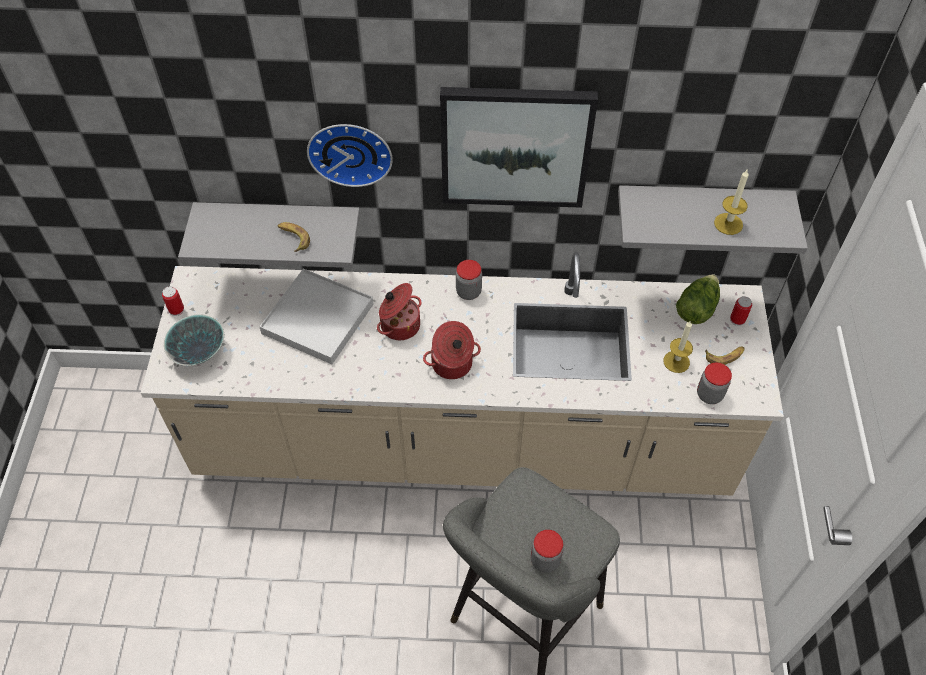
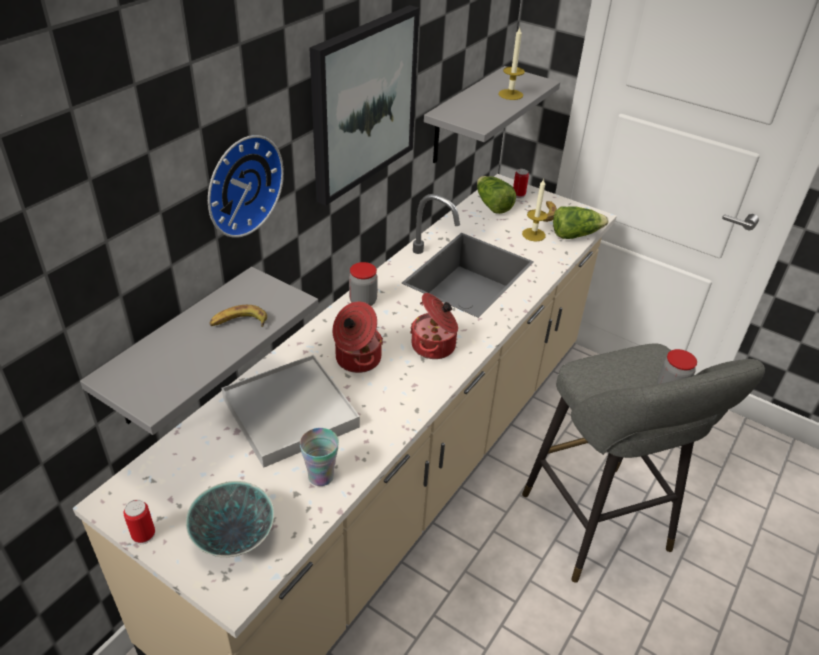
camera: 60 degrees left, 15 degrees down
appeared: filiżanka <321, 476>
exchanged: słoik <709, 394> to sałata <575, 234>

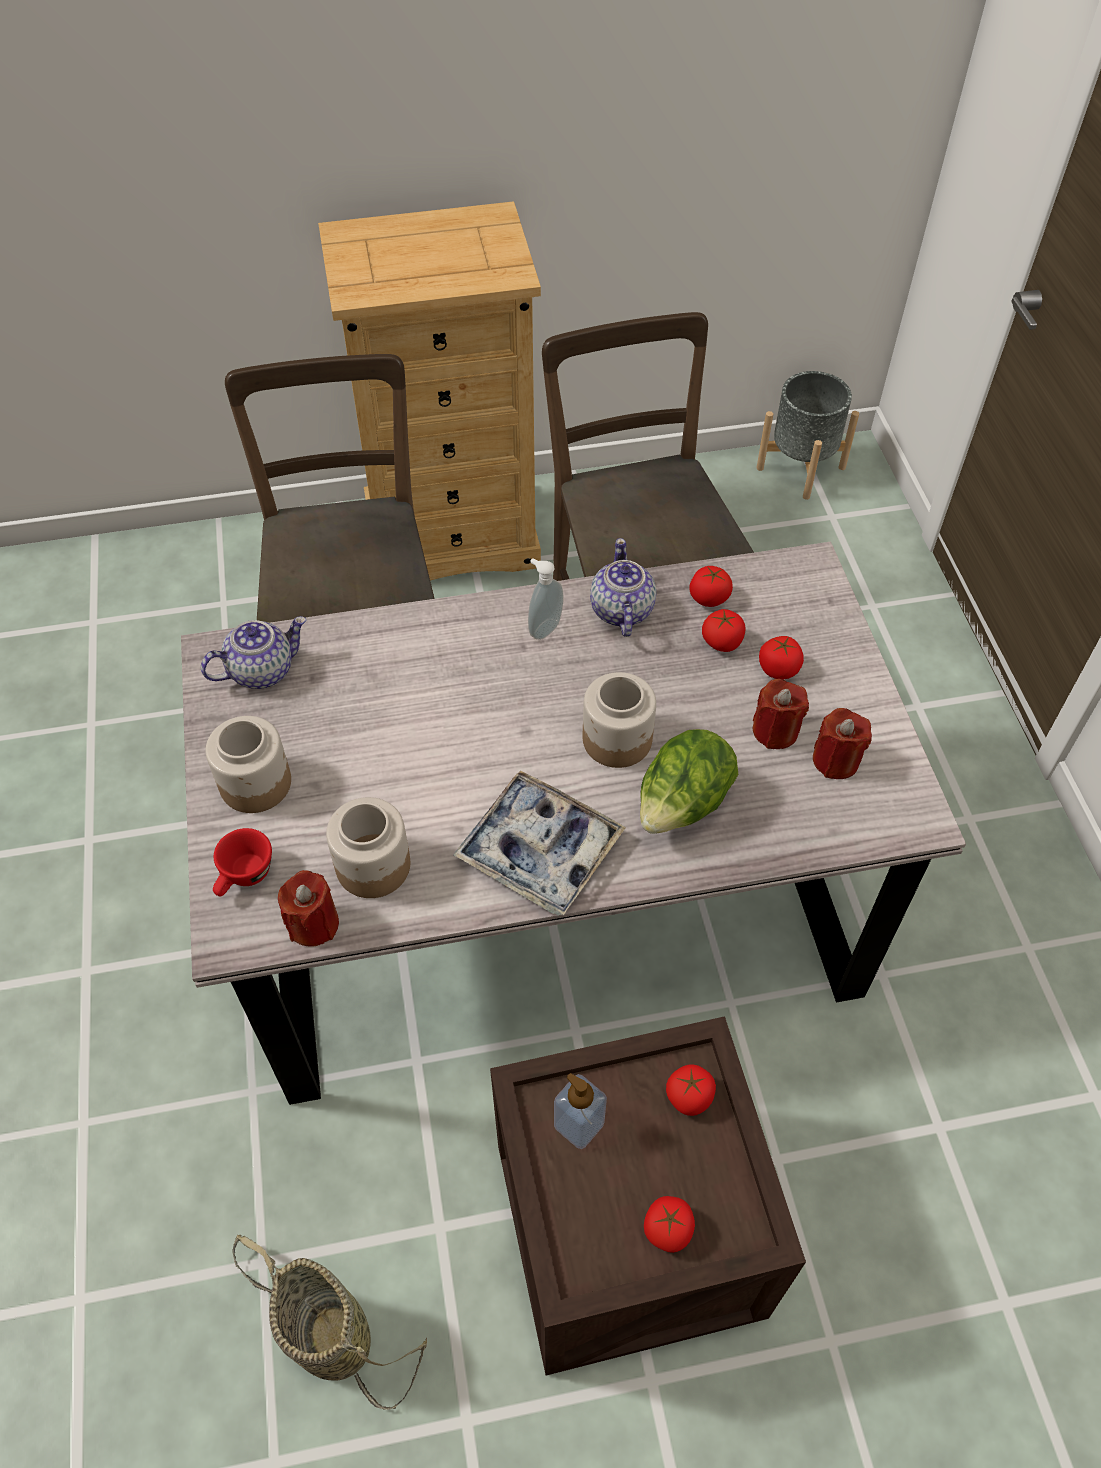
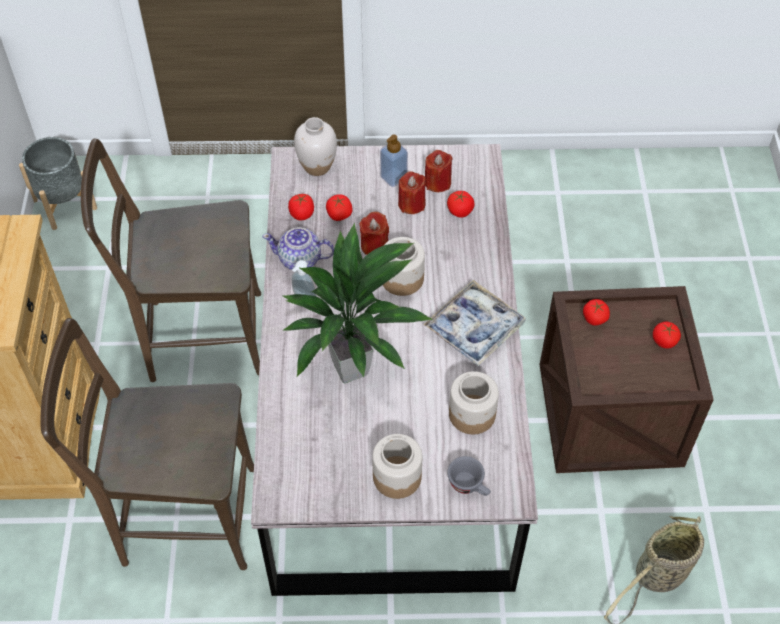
camera: 80 degrees left, 0 degrees up
missing: imbryk <262, 670>; sałata <682, 805>
appeared: roślina doniczkowa <353, 369>; wazon (biały) <317, 166>
relocated: świeca (czerwony) <313, 924> to <374, 246>; dozownik mydła <579, 1124> to <393, 177>; pomidor <778, 669> to <460, 211>
colour: filiżanka (czerwony) <244, 877> to filiżanka (szary) <469, 486>

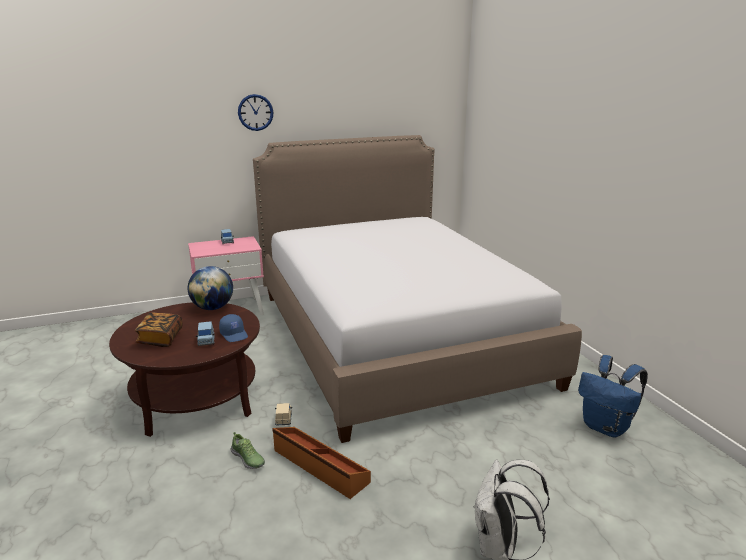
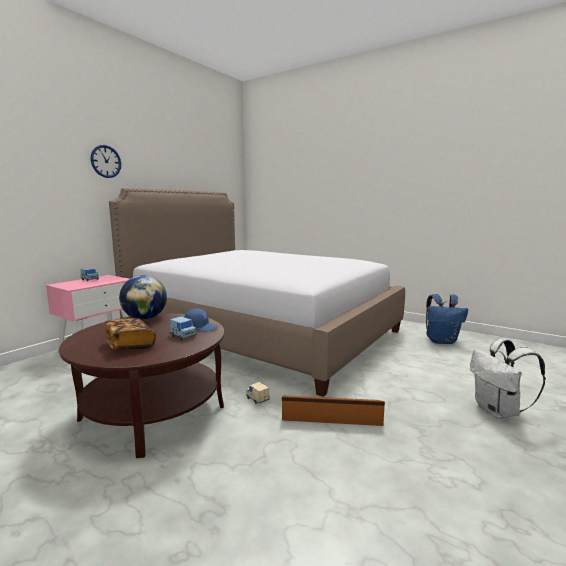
camera: 35 degrees left, 10 degrees down
missing: but <248, 459>

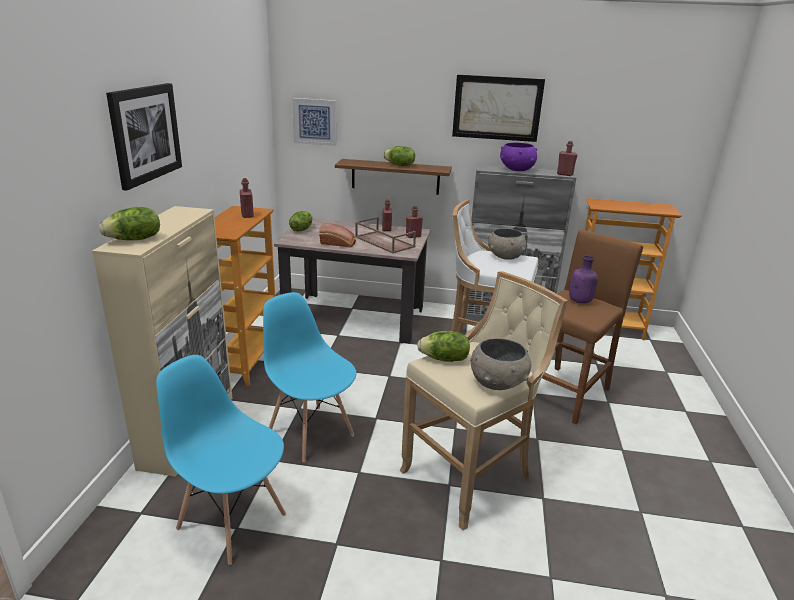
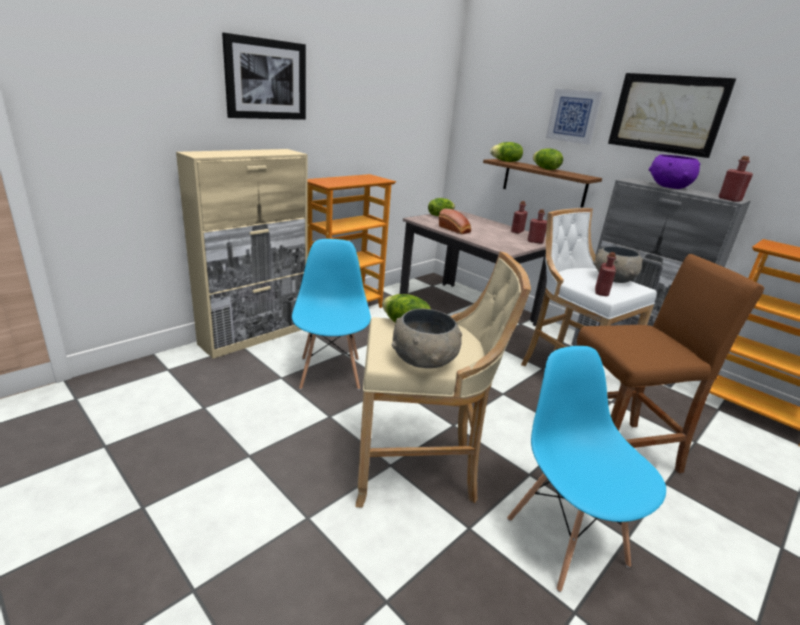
camera: 35 degrees right, 0 degrees up
missing: taca (brązowy) <383, 242>; butelka (fioletowy) <580, 301>
relocated: sałata <135, 239> to <506, 161>; krzesło (niebieski) <232, 520> to <566, 540>; butelka (czerwony) <247, 215> to <601, 292>; obraz <315, 121> to <573, 116>

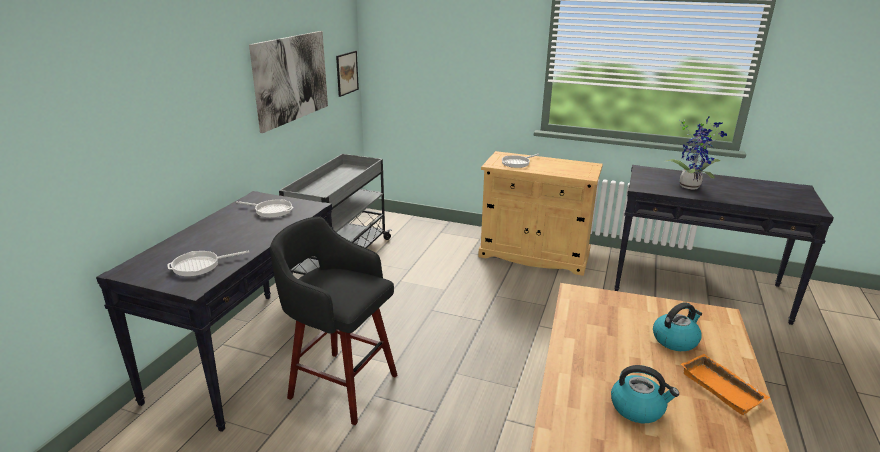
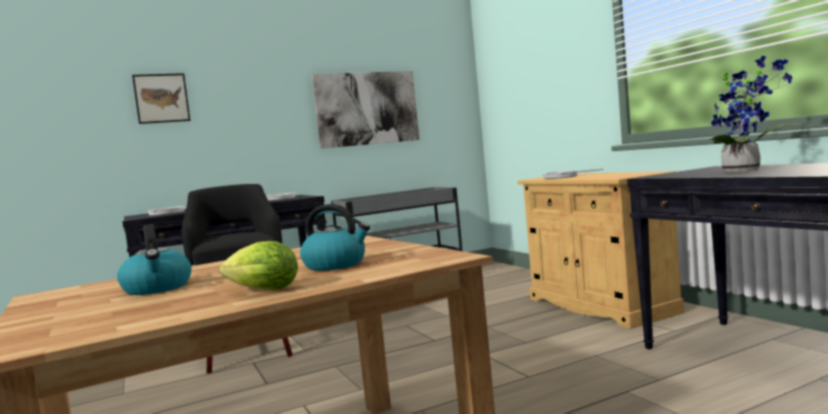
camera: 45 degrees right, 20 degrees down
relocated: obraz <347, 73> to <161, 98>
exchanged: taca (pomarańczowy) <723, 388> to sałata <260, 291>

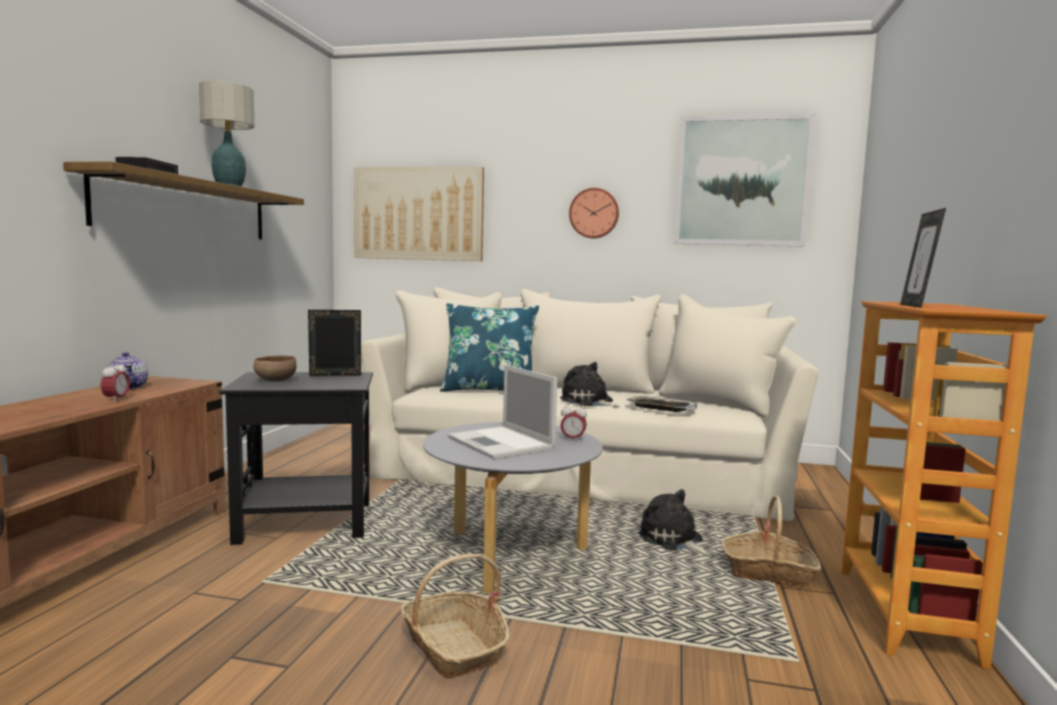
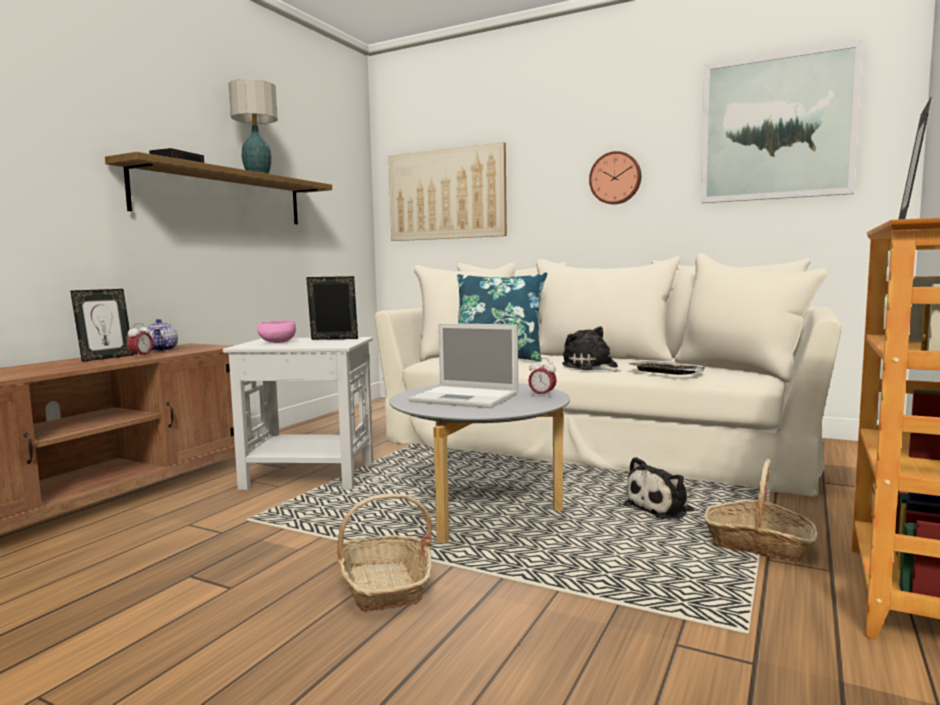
camera: 15 degrees right, 0 degrees up
appeared: ramka na zdjęcie <106, 358>
colour: stolik (czarny) <303, 523> to stolik (biały) <307, 475>; miska (brązowy) <275, 381> to miska (różowy) <277, 342>
spun: laptop <502, 443> = <466, 398> 45 degrees counterclockwise; pluszak <673, 540> = <662, 508> 105 degrees counterclockwise

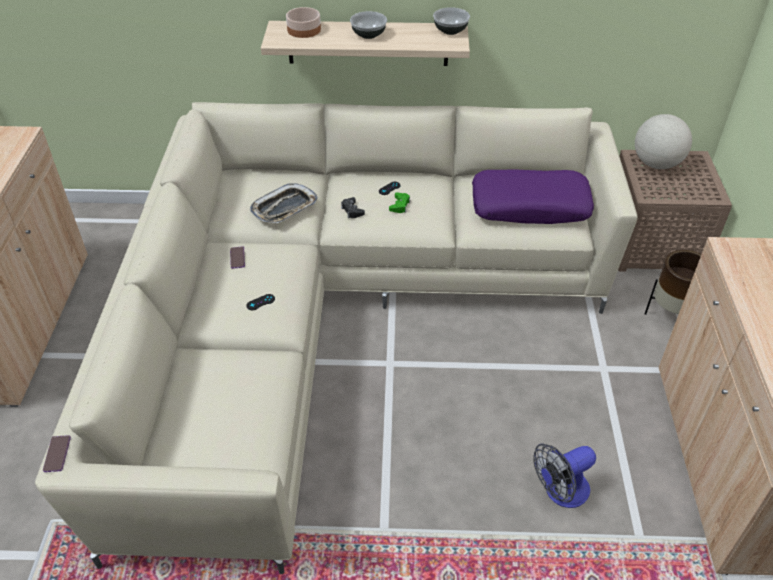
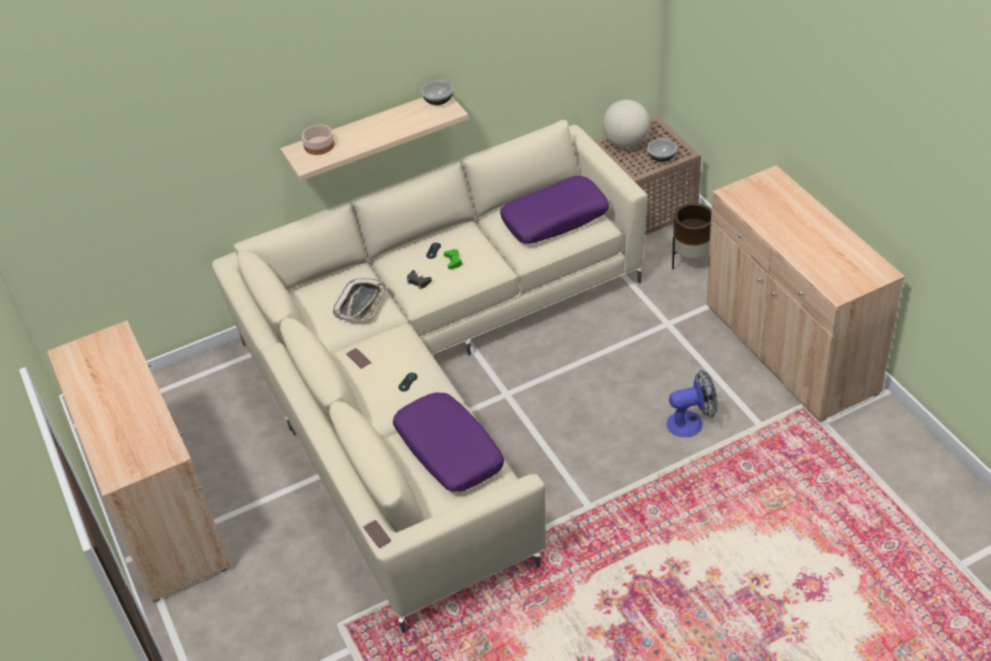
camera: 25 degrees left, 0 degrees up
appeared: poduszka (fioletowy) <448, 450>
relocated: miska <369, 34> to <662, 157>
spun: wentylator <560, 492> = <691, 422> 135 degrees counterclockwise

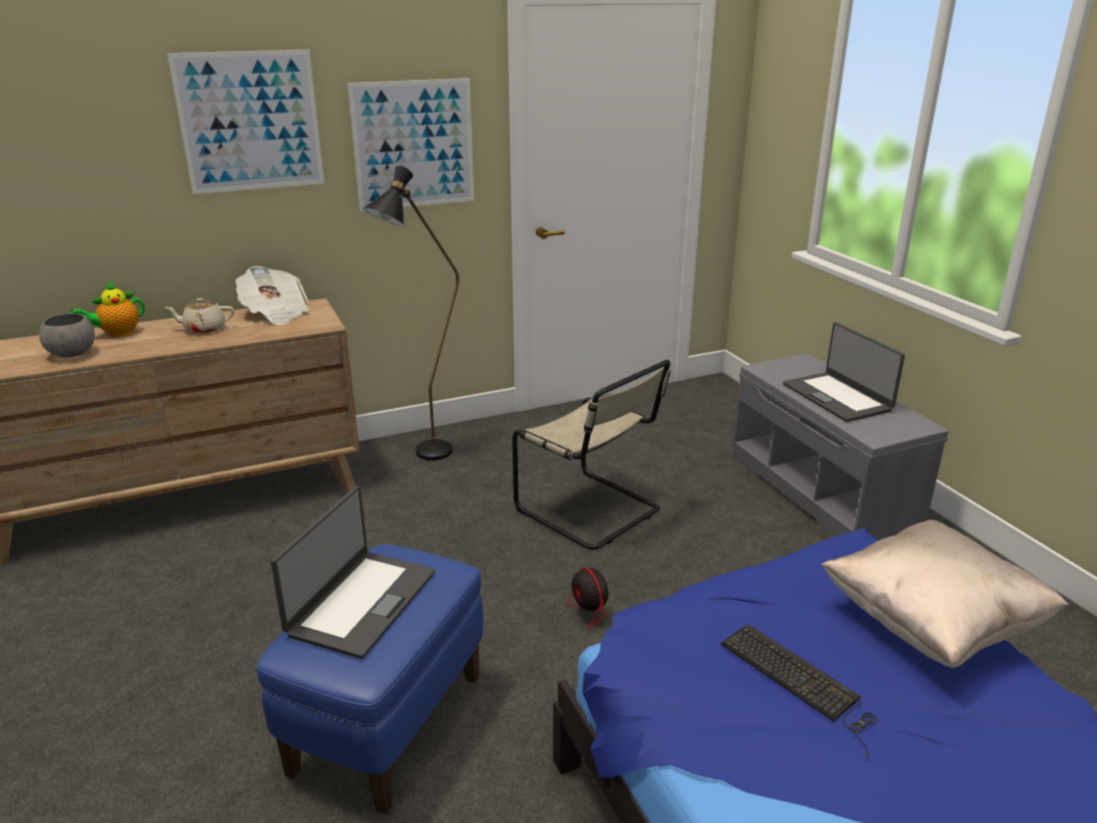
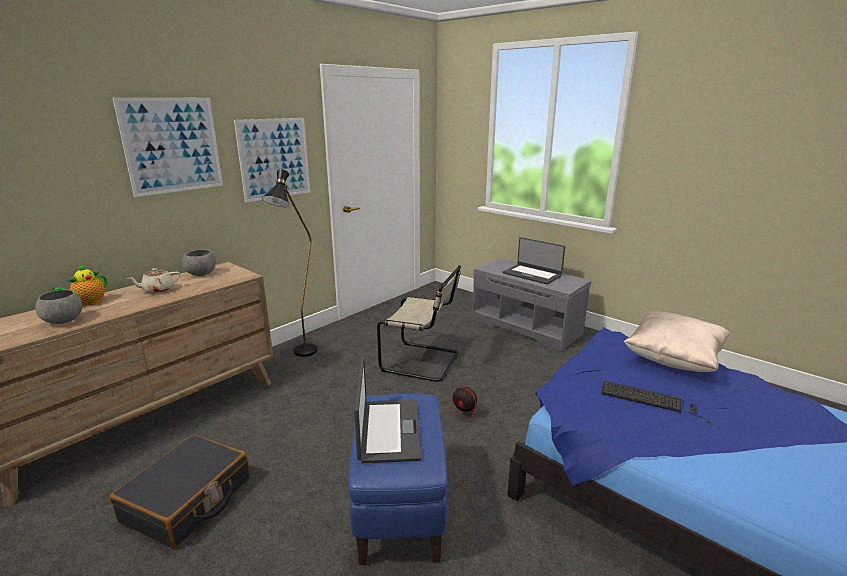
camera: 25 degrees left, 5 degrees down
appeared: walizka (czarny) <188, 500>
exchanged: gazeta <275, 313> to miska (szary) <202, 274>

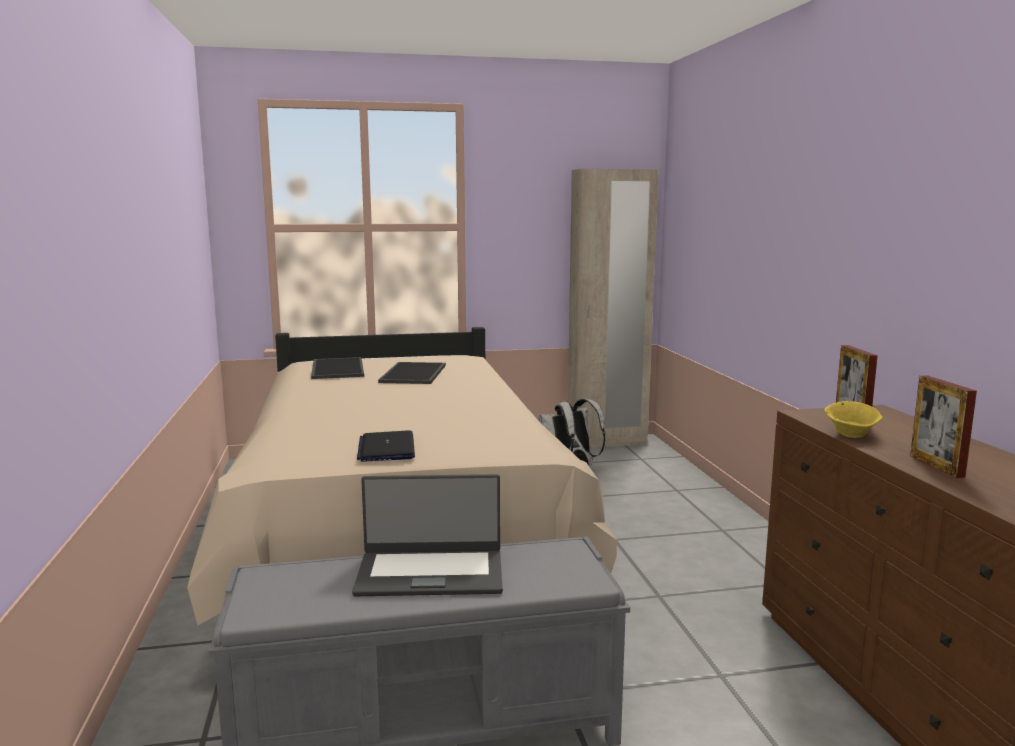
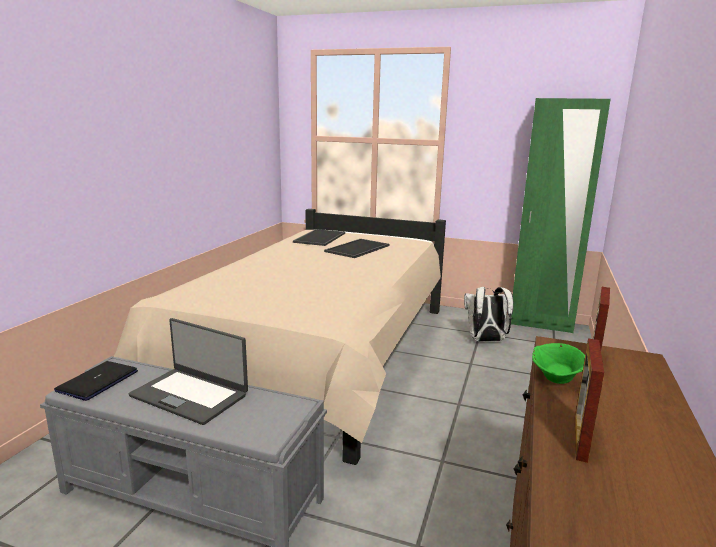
camera: 30 degrees right, 5 degrees up
relocated: laptop <386, 448> to <97, 381>
colour: szafa (beżowy) <607, 442> to szafa (zielony) <540, 324>; miska (żółty) <851, 435> to miska (zielony) <556, 379>

